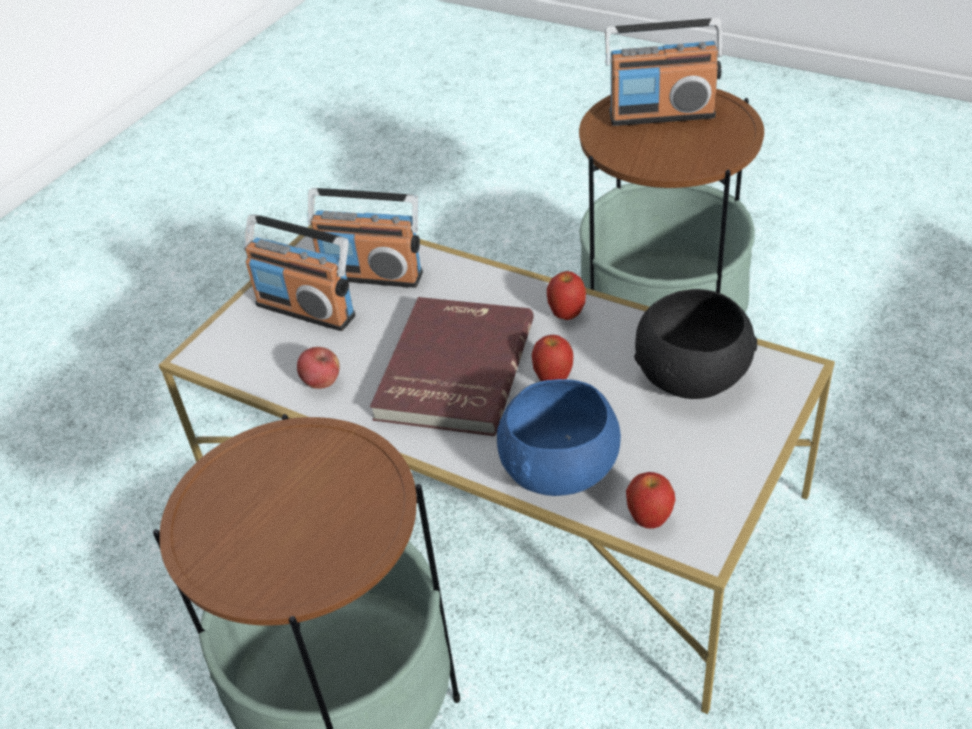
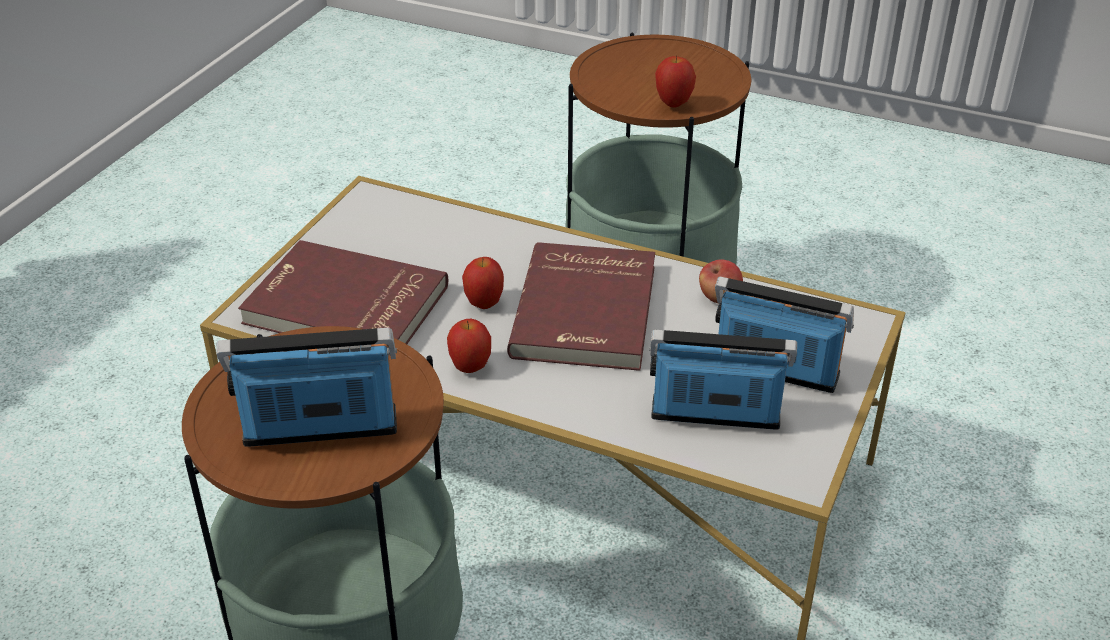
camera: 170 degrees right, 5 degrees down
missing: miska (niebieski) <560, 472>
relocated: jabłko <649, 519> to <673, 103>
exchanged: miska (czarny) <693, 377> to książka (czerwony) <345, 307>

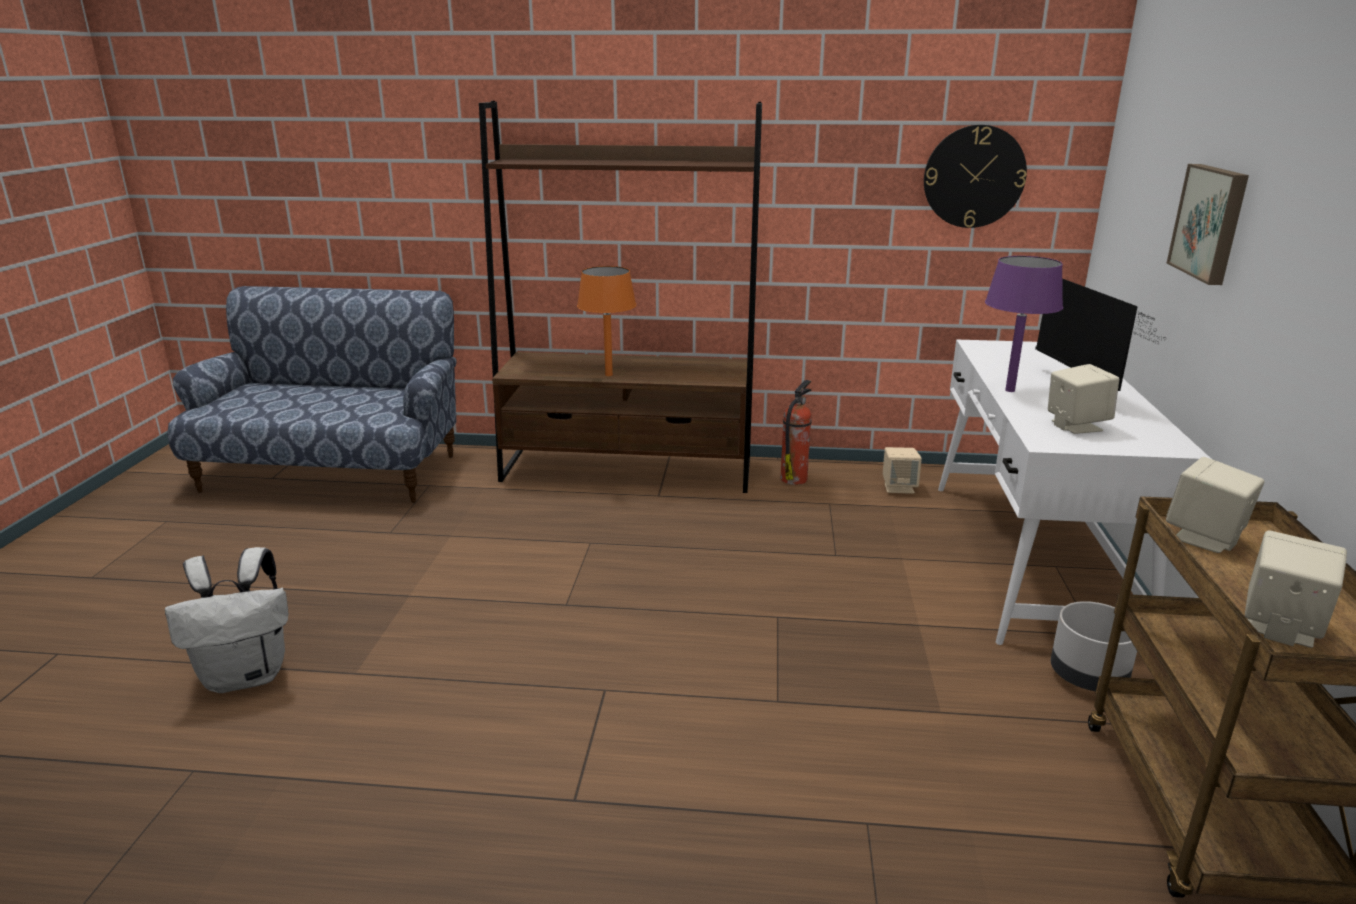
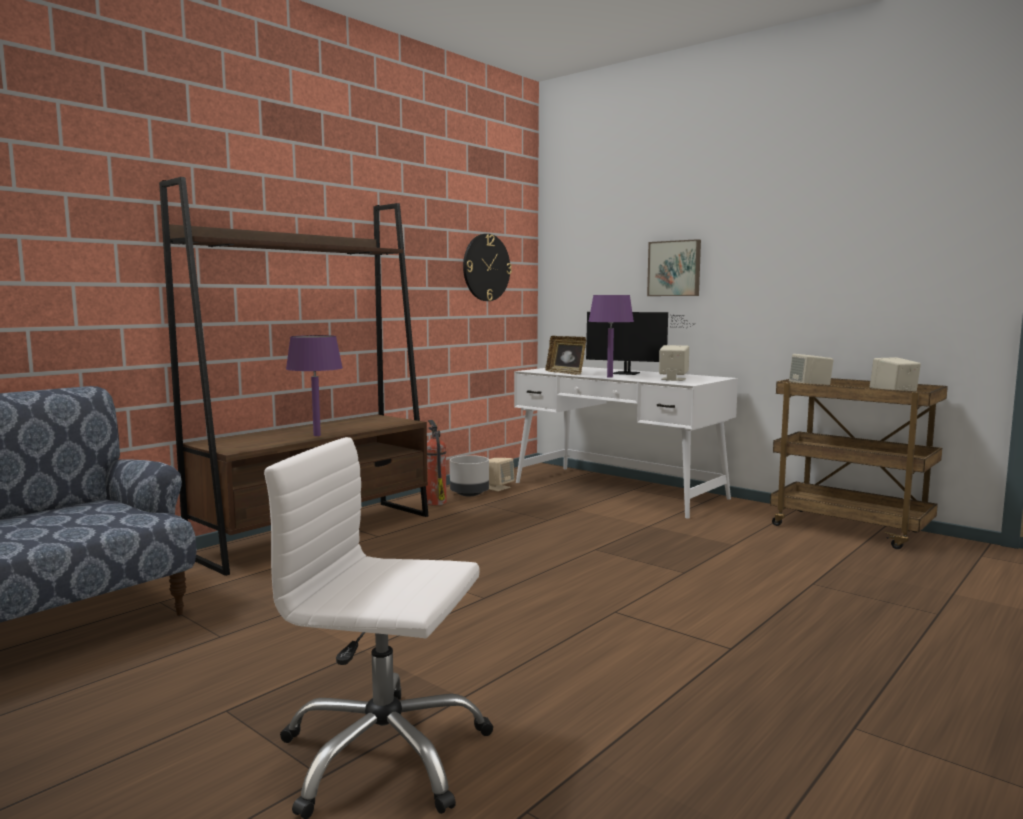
camera: 55 degrees left, 15 degrees down
appeared: ramka na zdjęcie <566, 373>
relocated: donica (szary) <1087, 678> to <469, 494>
exchanged: plecak (biały) <248, 675> to krzesło biurowe (biały) <383, 755>
colour: lampa stołowa (pomarańczowy) <608, 375> to lampa stołowa (fioletowy) <316, 435>

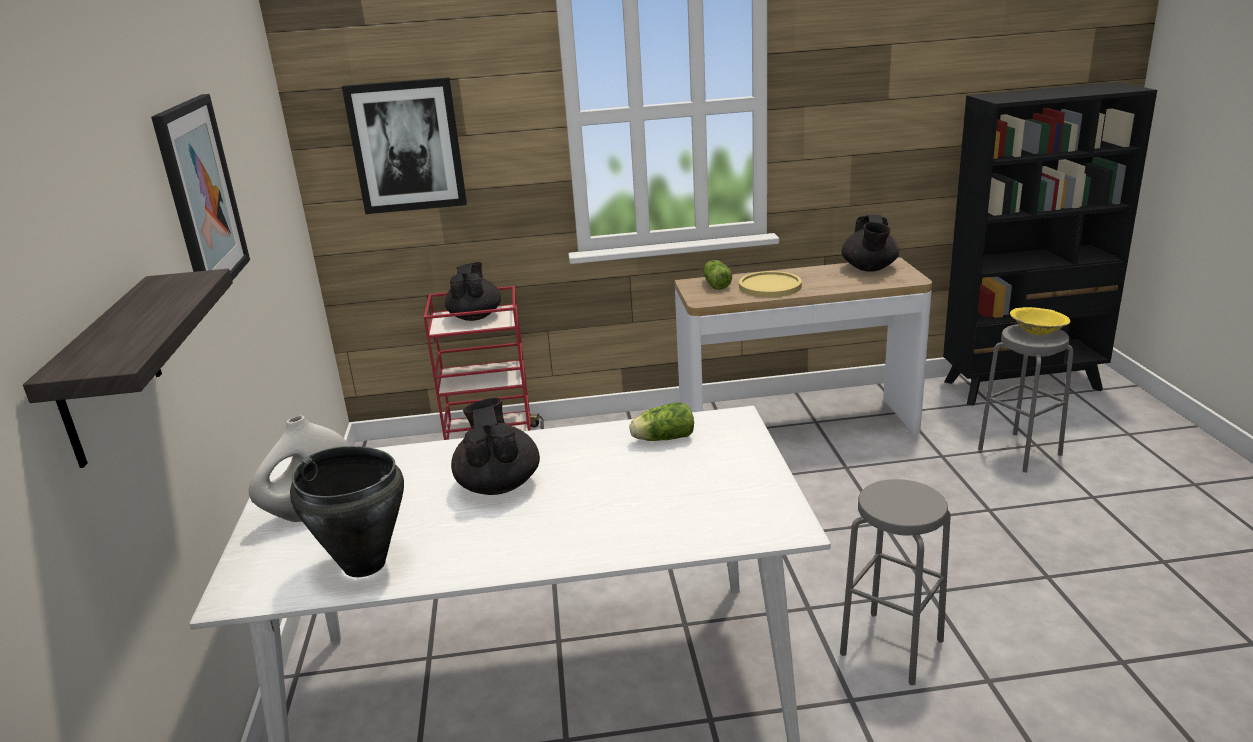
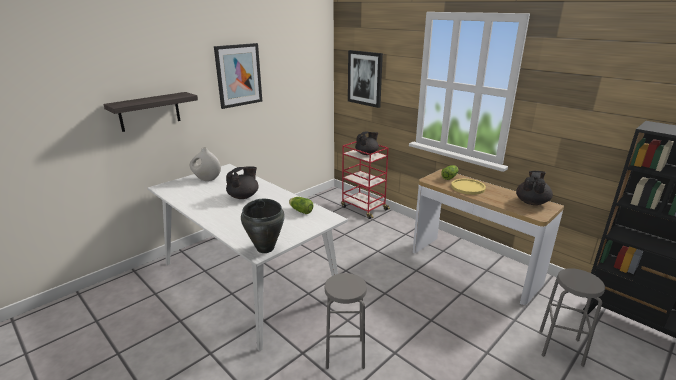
camera: 50 degrees right, 0 degrees up
missing: miska (żółty) <1037, 331>
relocated: garnek (czarny) <364, 564> to <265, 248>
spun: imbryk (czarny) <869, 269> = <532, 202> 150 degrees clockwise

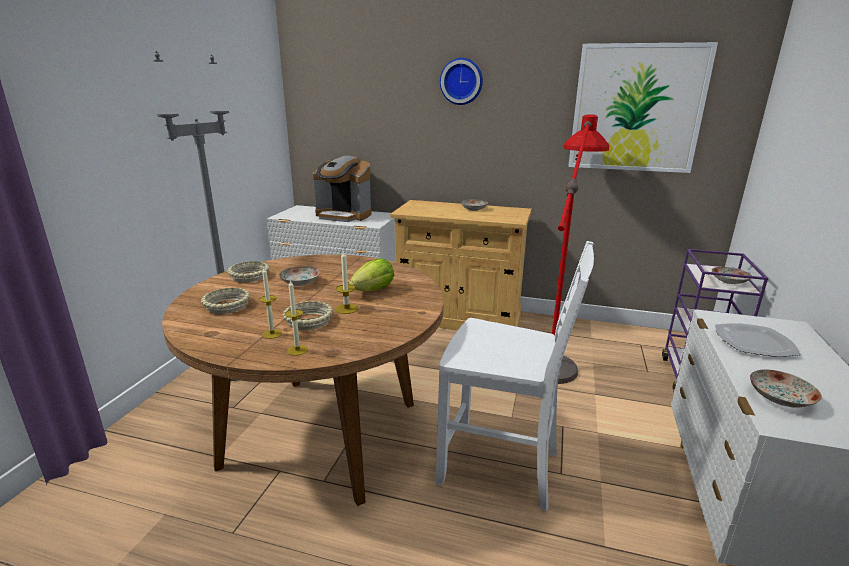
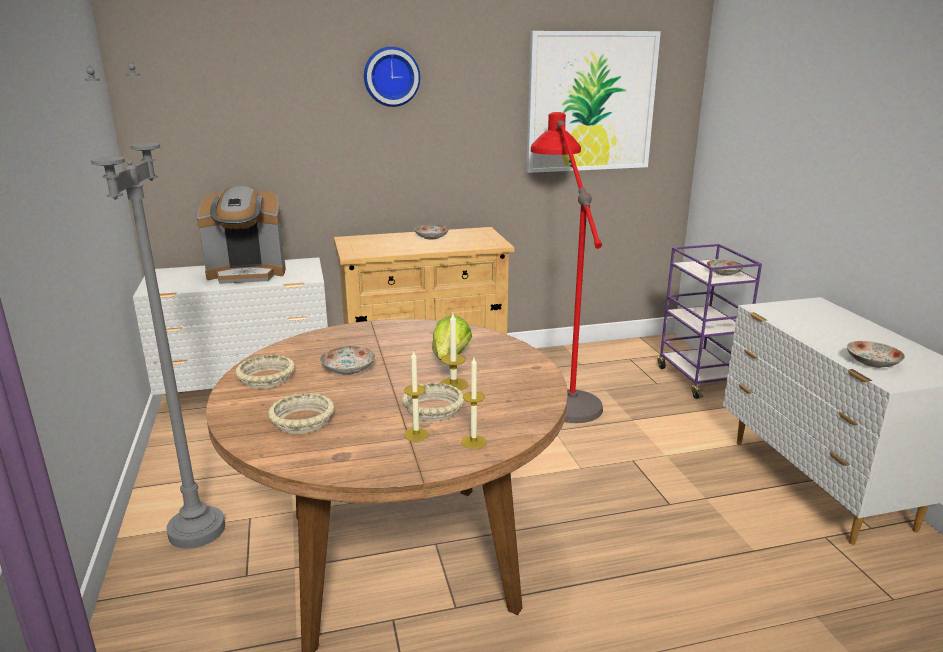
camera: 30 degrees left, 0 degrees up
missing: krzesło (biały) <501, 467>; talerz <755, 343>

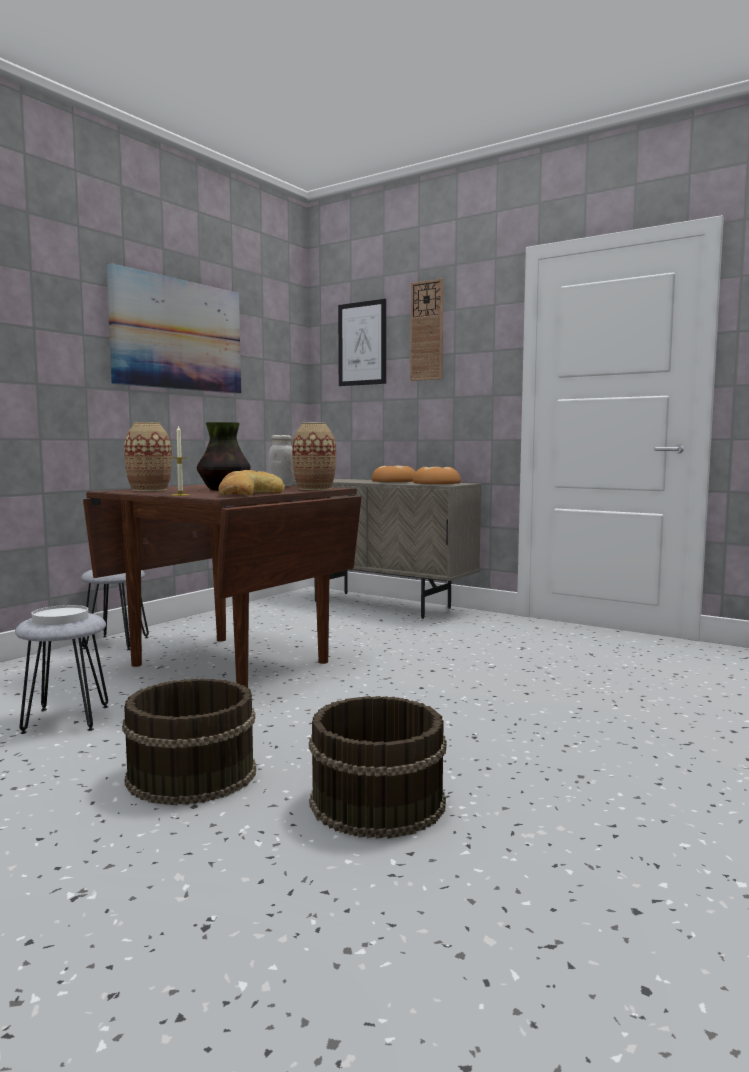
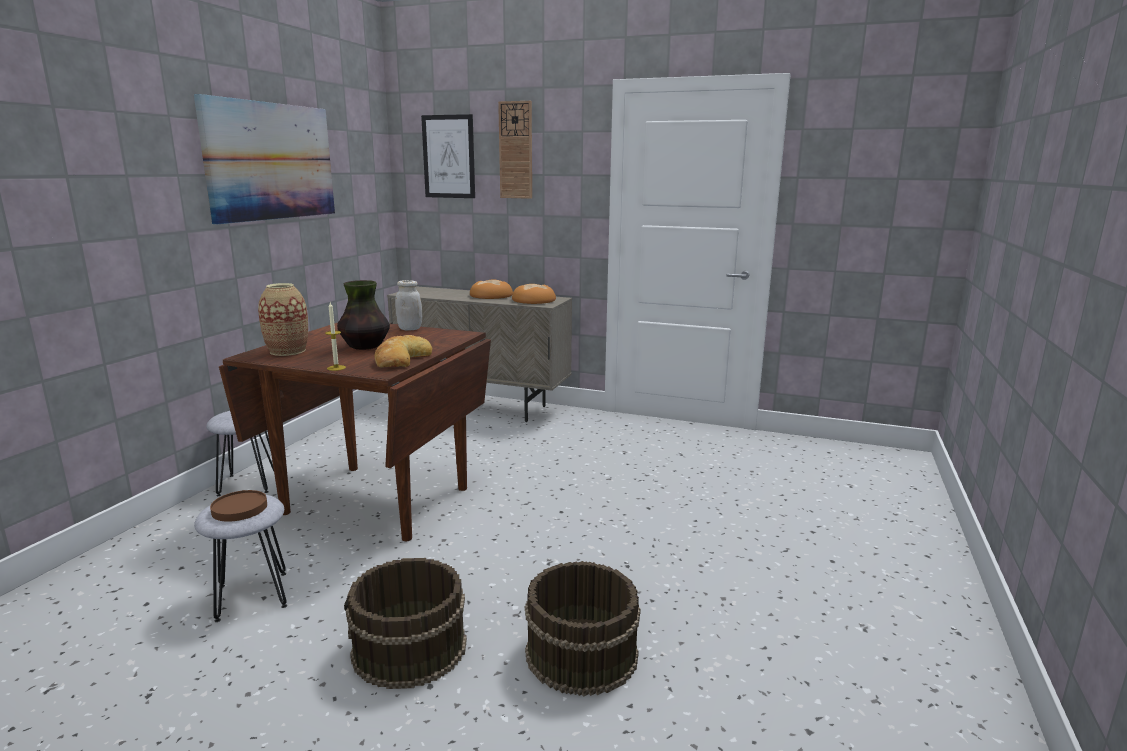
camera: 15 degrees left, 10 degrees up
missing: wazon <314, 489>
colour: talerz (biały) <60, 618> to talerz (brązowy) <239, 509>

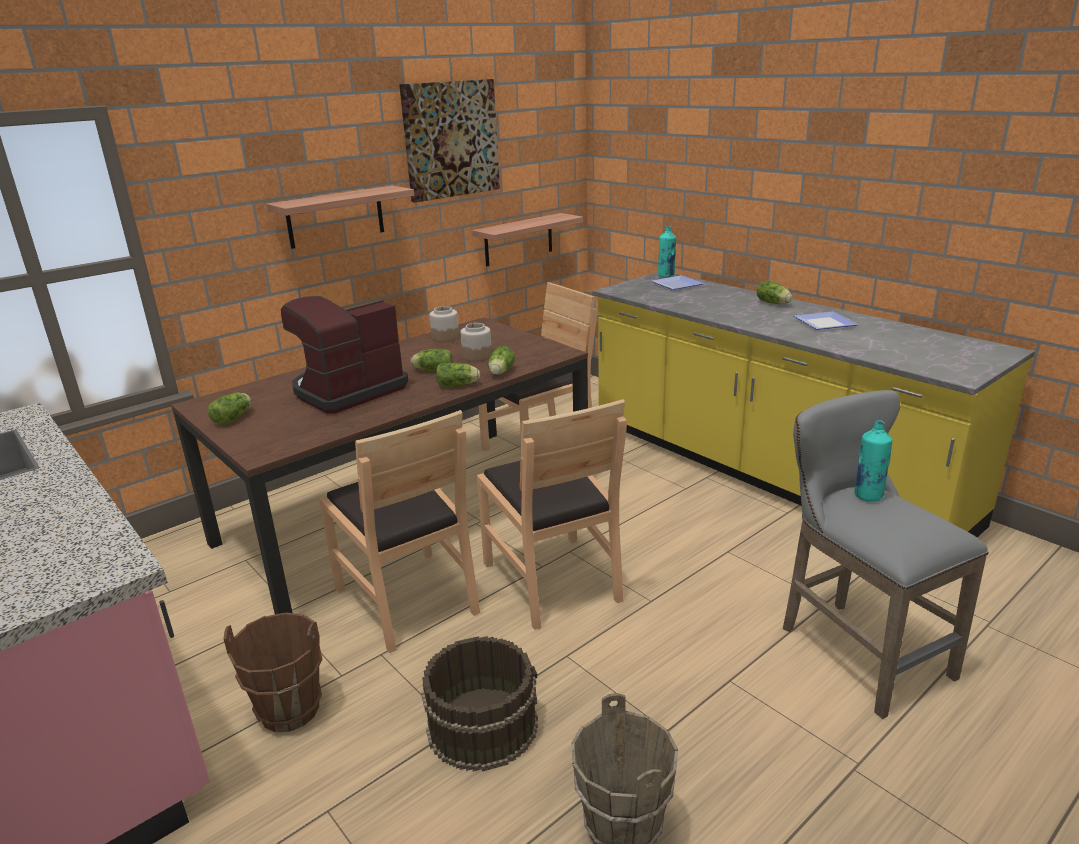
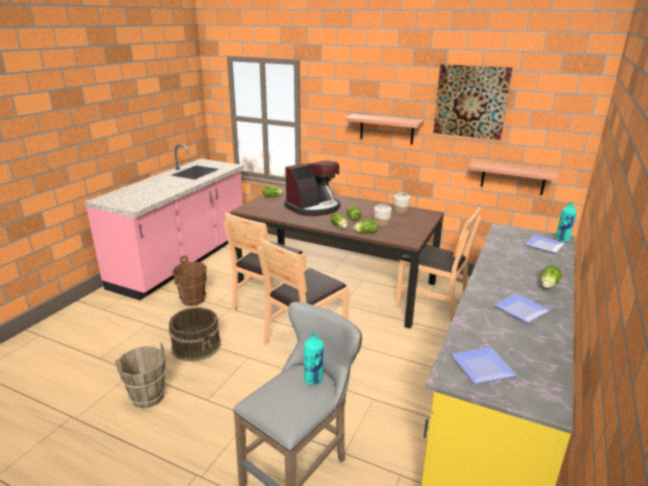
camera: 65 degrees right, 0 degrees up
appeared: talerz <483, 366>
spun: ekspres do kawy <347, 391> = <314, 207> 120 degrees clockwise

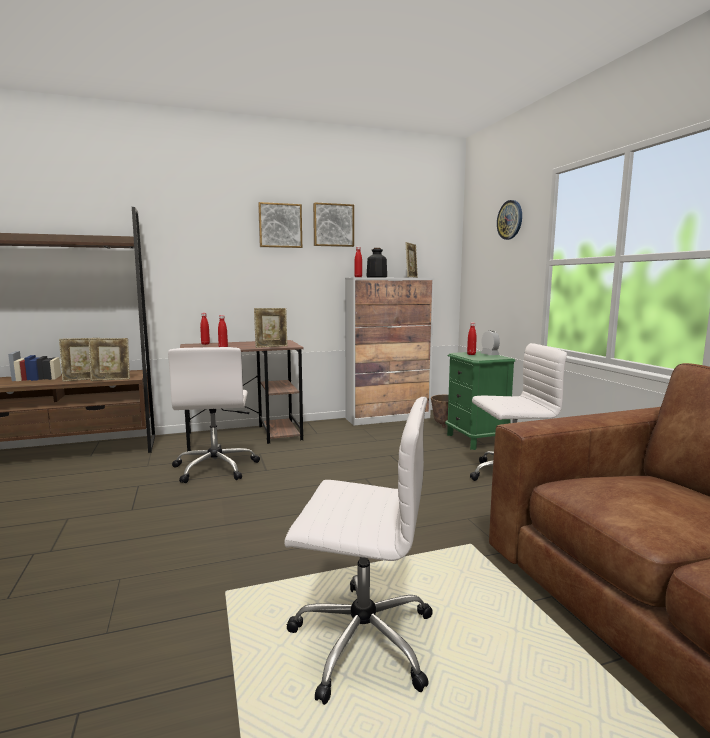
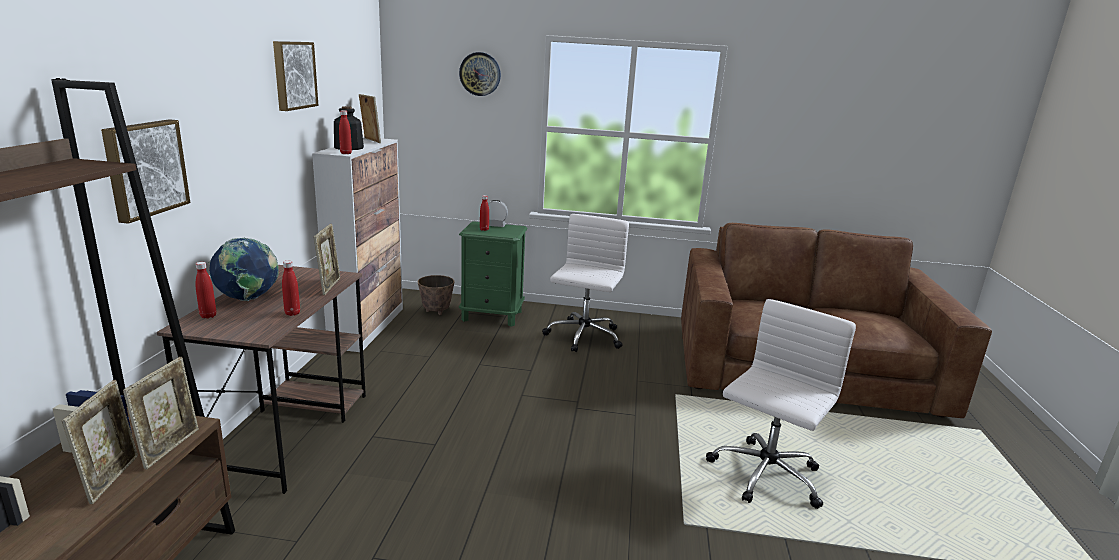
camera: 65 degrees left, 10 degrees up
missing: krzesło biurowe (biały) <216, 468>
appeared: globus <248, 299>
relocated: obraz <280, 225> to <144, 168>

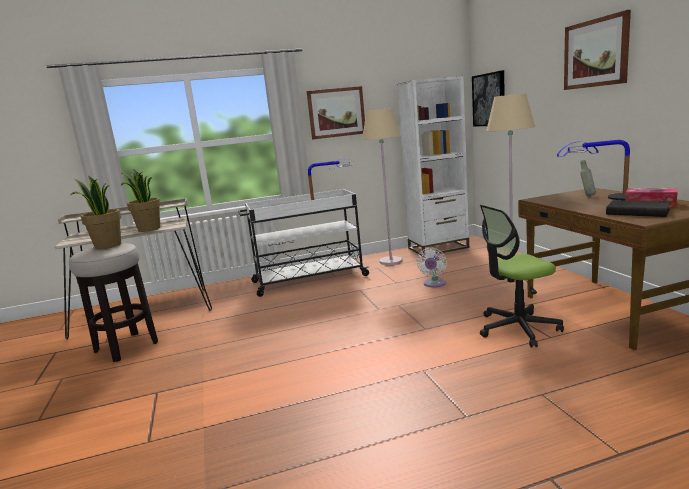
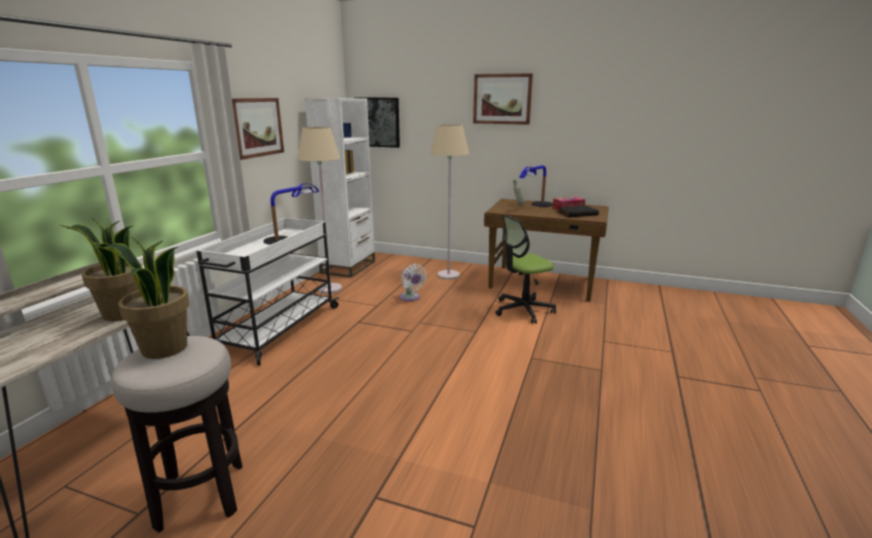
camera: 55 degrees left, 5 degrees up
spun: krzesło biurowe <517, 328> = <523, 310> 45 degrees clockwise

